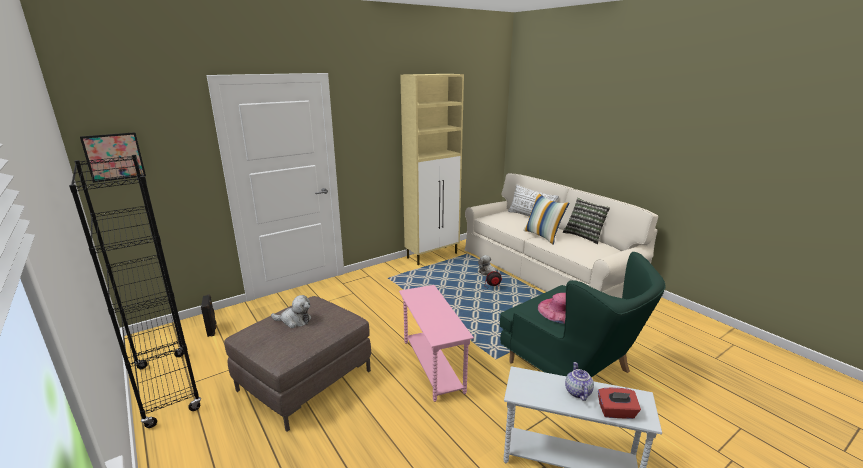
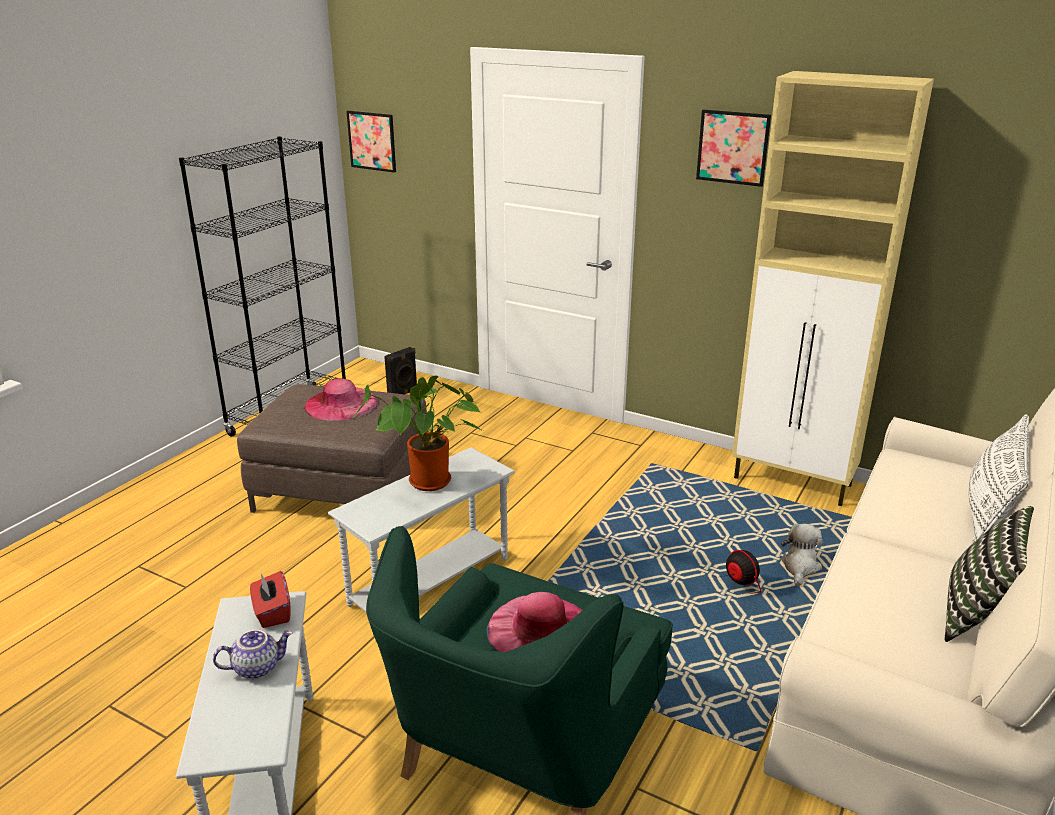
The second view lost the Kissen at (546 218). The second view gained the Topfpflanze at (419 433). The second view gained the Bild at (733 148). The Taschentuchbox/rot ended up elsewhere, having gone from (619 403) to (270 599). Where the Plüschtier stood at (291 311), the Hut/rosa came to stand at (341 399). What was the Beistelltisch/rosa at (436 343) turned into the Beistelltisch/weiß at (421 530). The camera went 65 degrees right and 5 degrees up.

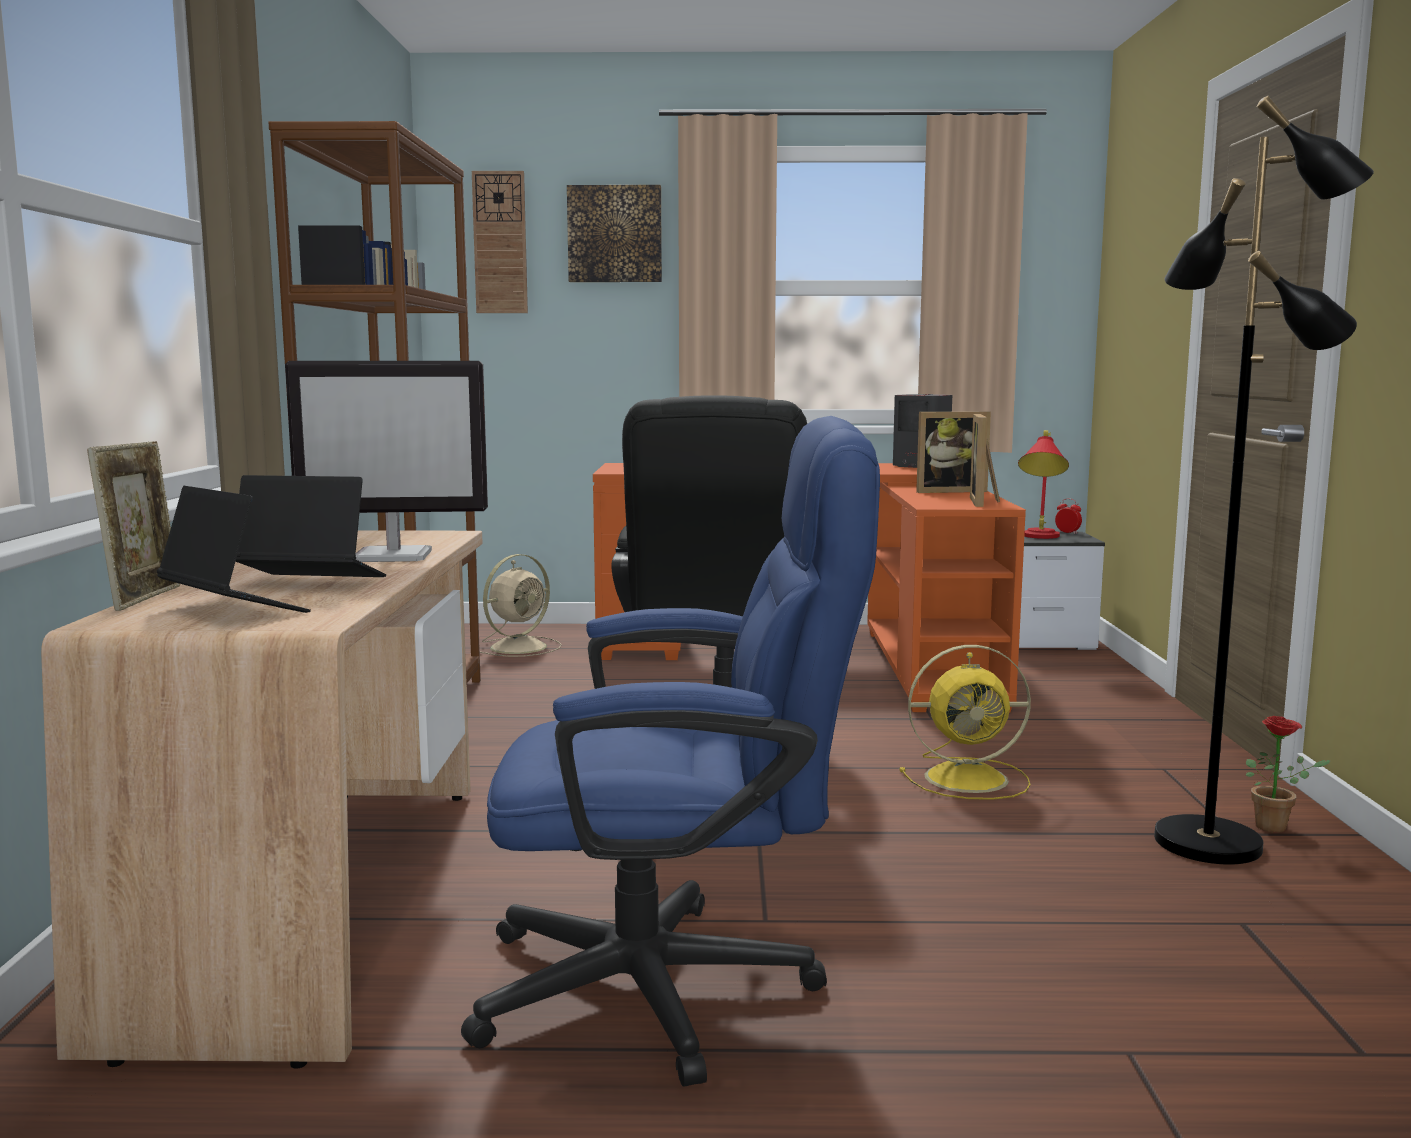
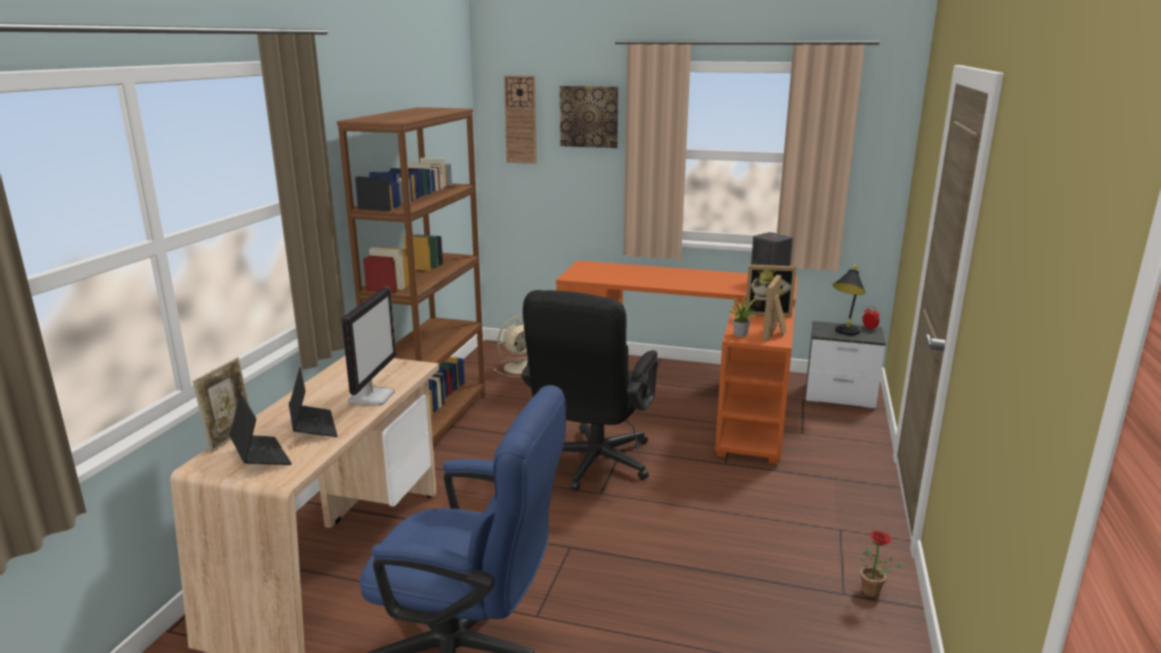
The second view lost the Ventilator/gelb at (965 722). The second view lost the Stehlampe/schwarz at (1264 480). The second view gained the Topfpflanze at (741 317). What was the Tischlampe/rot at (1043 484) turned into the Tischlampe/schwarz at (849 300). The Laptop at (311 526) ended up facing another way, 45 degrees clockwise from before. The Monitor at (386 461) ended up facing another way, 90 degrees counterclockwise from before. The camera went 15 degrees right and 10 degrees up.

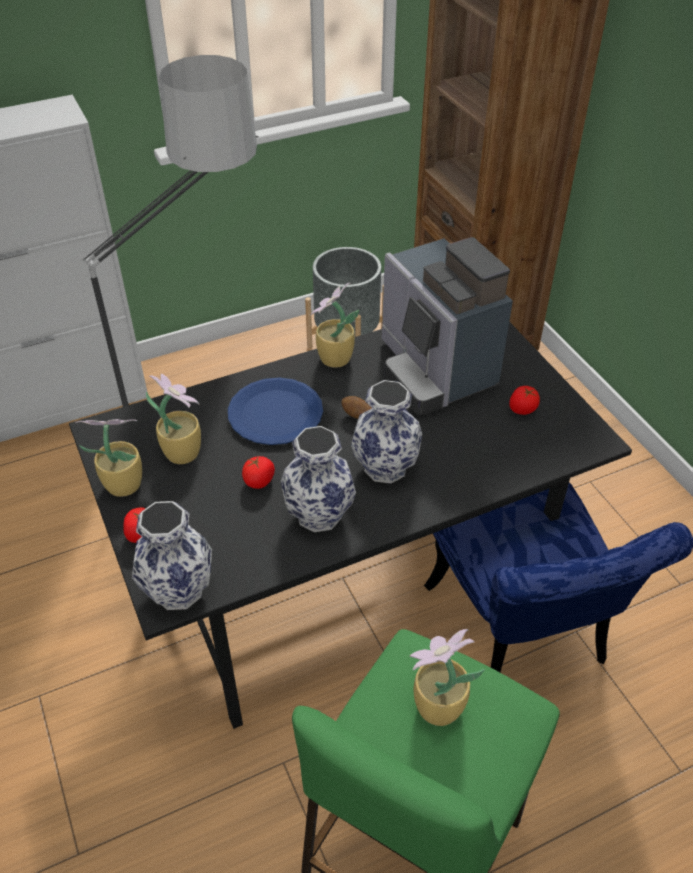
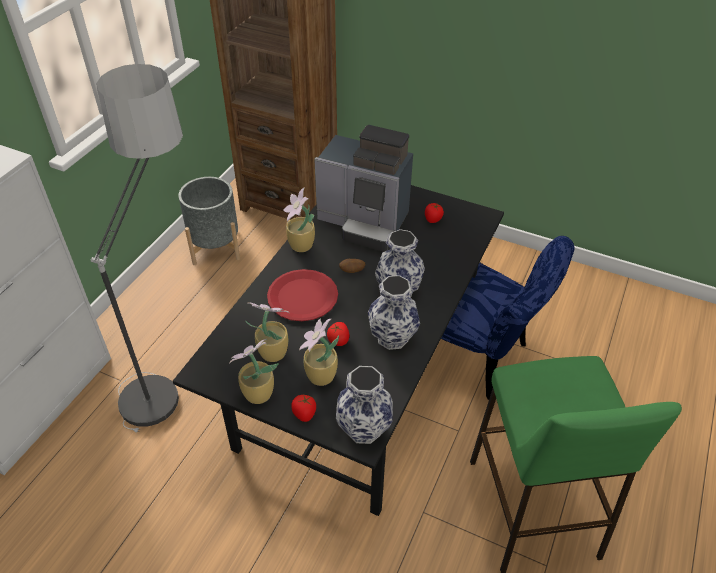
The Topfpflanze ended up elsewhere, having gone from (447 677) to (319 352). What was the Teller/blau at (275 411) turned into the Teller/rot at (302 295). The camera went 40 degrees left and 0 degrees up.

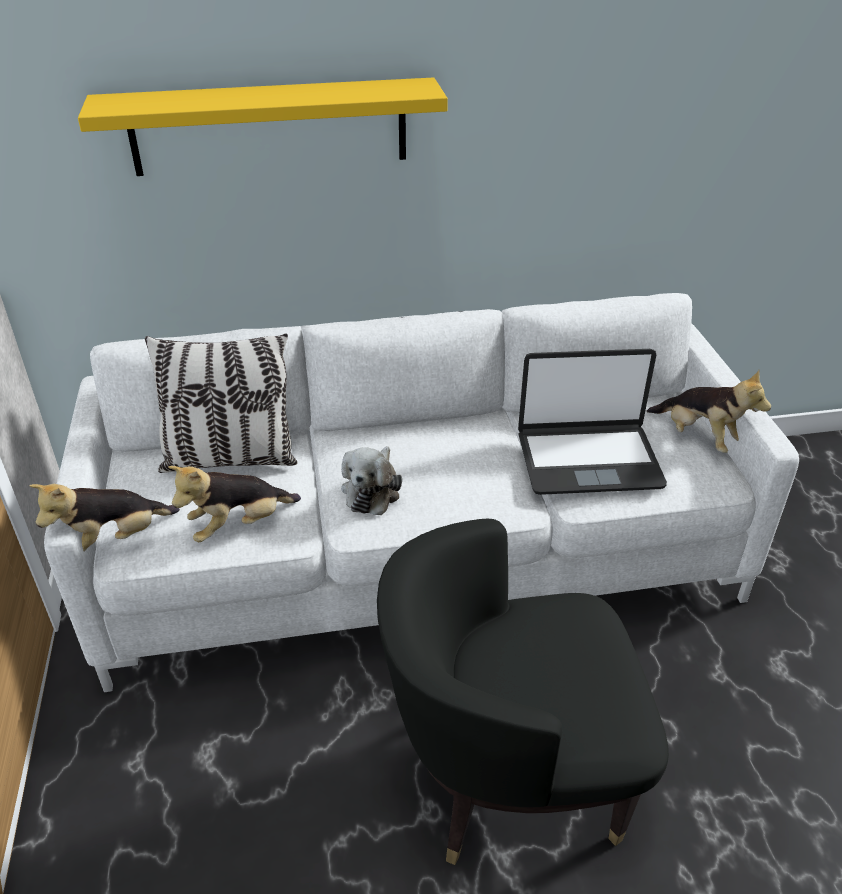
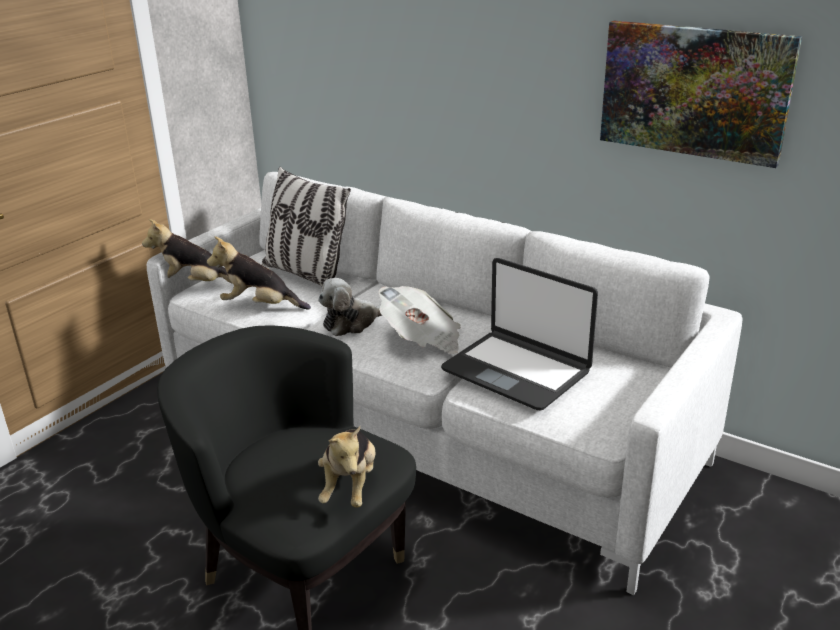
The second view lost the Wandregal/gelb at (263 126). The second view gained the Zeitung at (420 320). The second view gained the Bild at (701 94). The Plüschtier ended up elsewhere, having gone from (709 411) to (347 467). The camera went 45 degrees right and 10 degrees down.

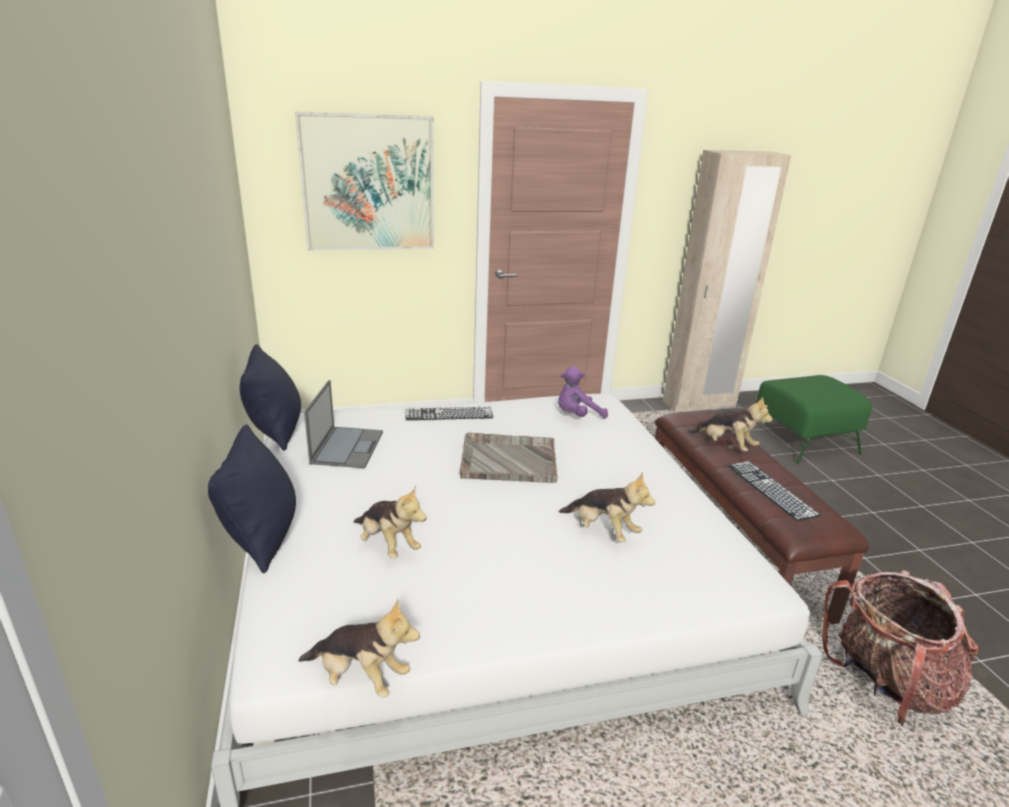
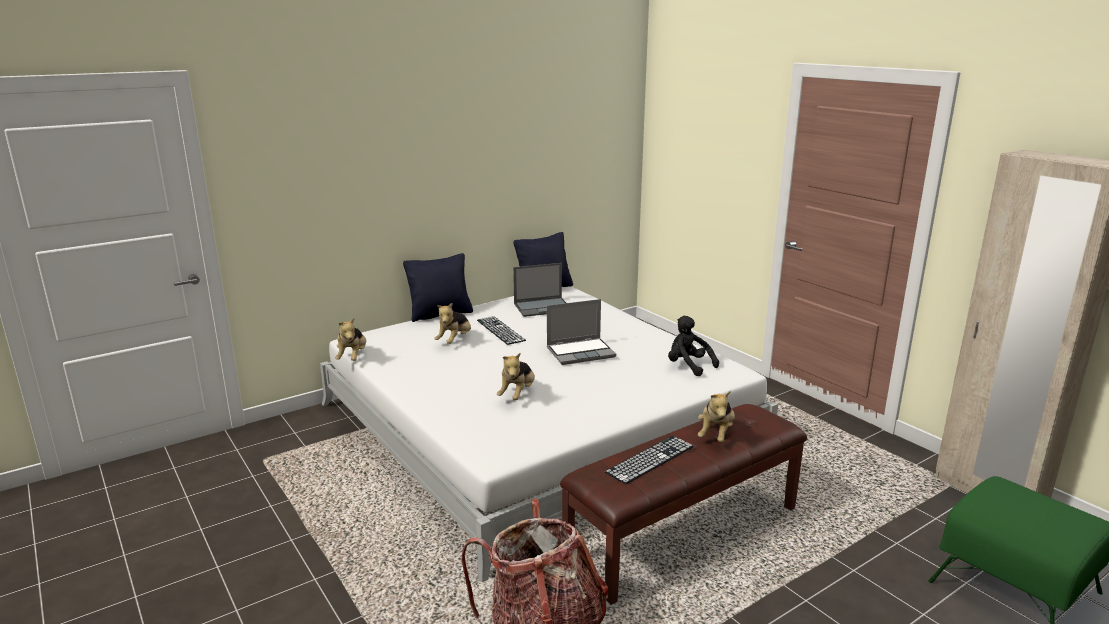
The second view lost the Bild at (364 181). The Tastatur ended up elsewhere, having gone from (449 413) to (501 330). Where the Tablett/grau stood at (508 458), the Laptop came to stand at (581 332). What was the Plüschtier/lila at (583 392) turned into the Plüschtier/schwarz at (693 346). The camera went 70 degrees right and 5 degrees down.

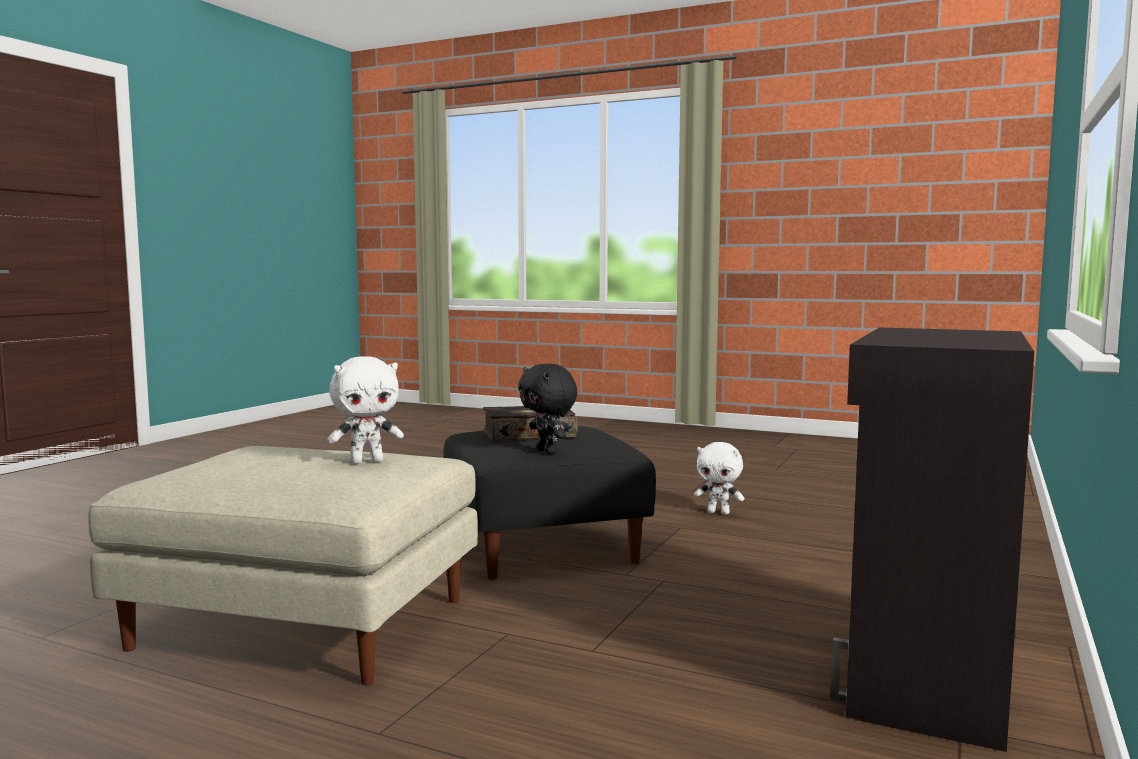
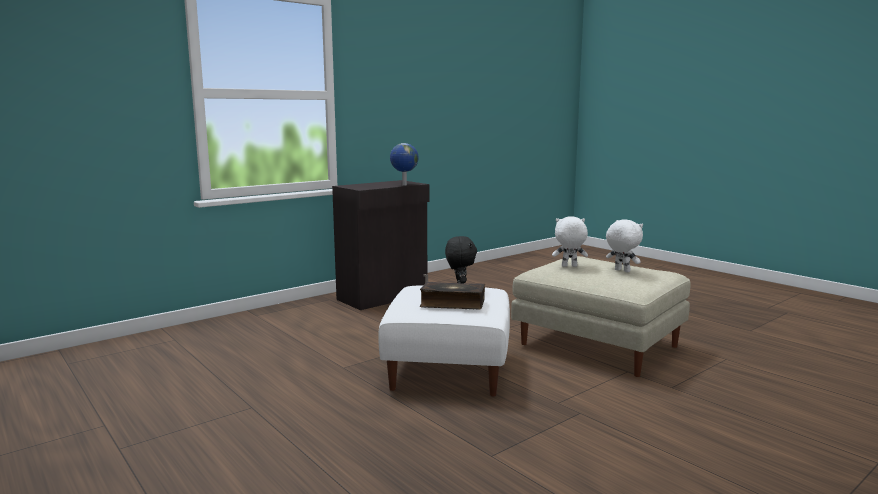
The second view gained the Globus at (404 164). The Plüschtier/weiß ended up elsewhere, having gone from (719 478) to (624 246). What was the Polsterhocker/schwarz at (549 503) turned into the Polsterhocker/weiß at (444 340). The camera went 155 degrees left and 5 degrees up.

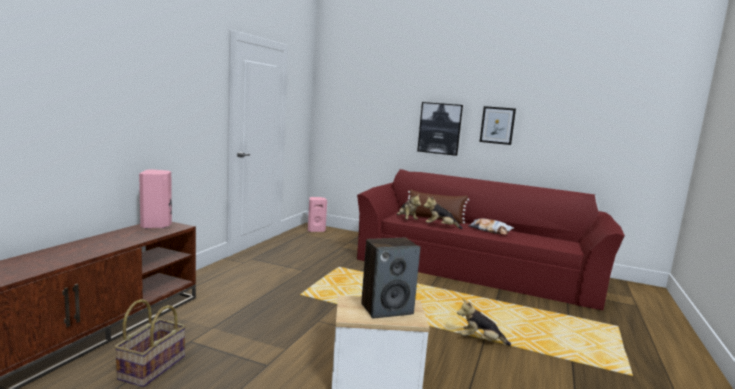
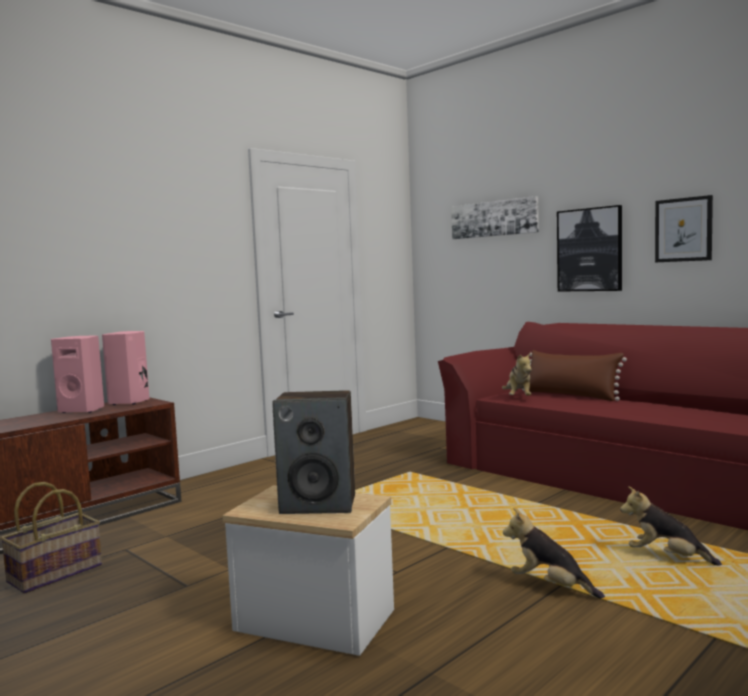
The second view lost the Kissen at (491 226). The second view gained the Bild at (495 217). The Lautsprecher/rosa ended up elsewhere, having gone from (317 214) to (77 374). The Plüschtier ended up elsewhere, having gone from (443 212) to (671 526). The camera went 25 degrees right and 5 degrees down.

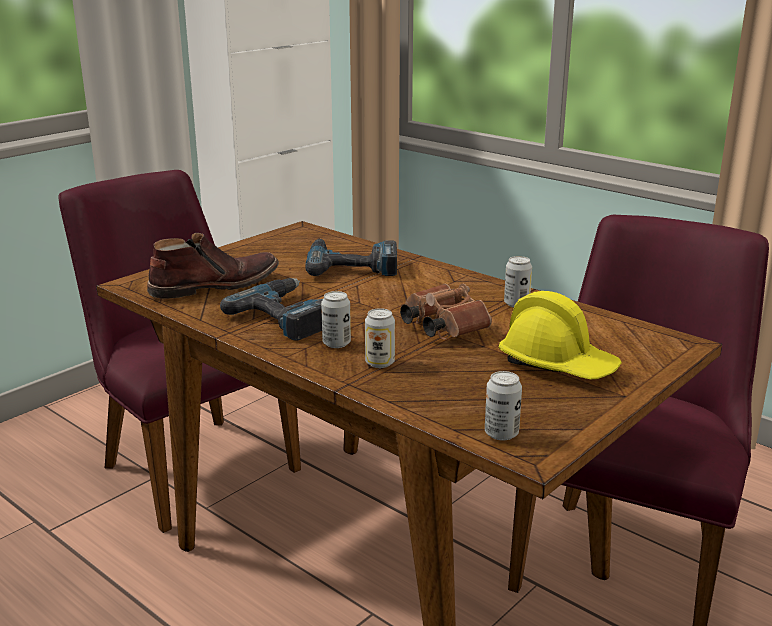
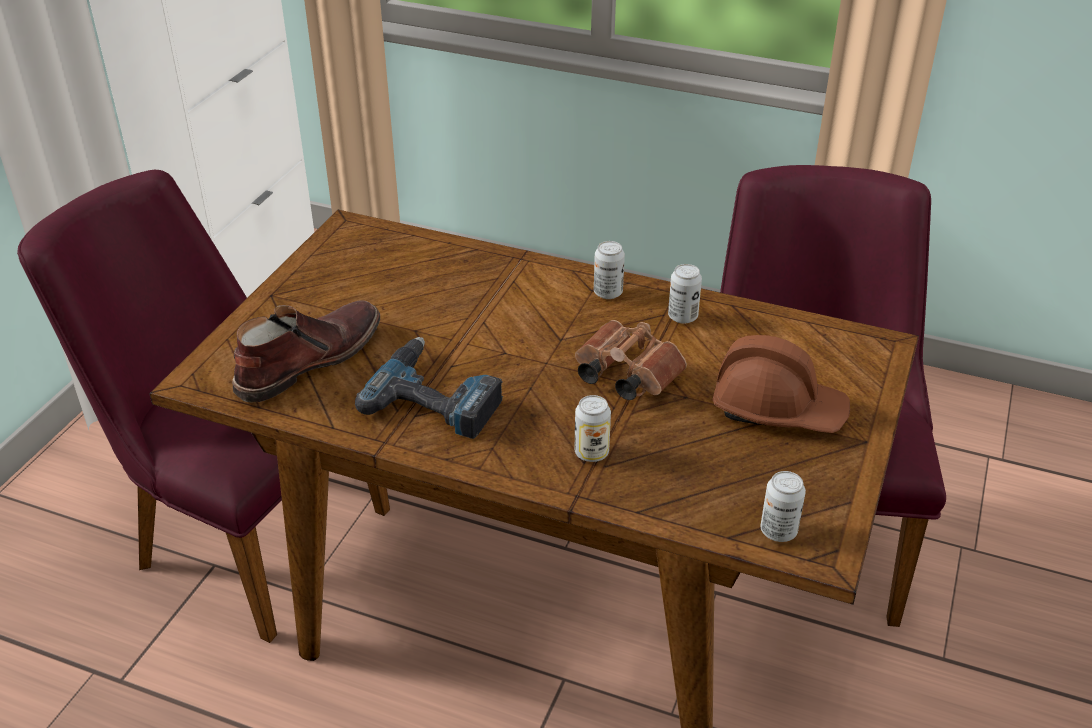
The second view lost the Bohrmaschine at (351 257). The Dose ended up elsewhere, having gone from (336 319) to (609 270). What was the Schutzhelm/gelb at (560 335) turned into the Schutzhelm/braun at (781 384). The camera went 20 degrees left and 15 degrees up.

